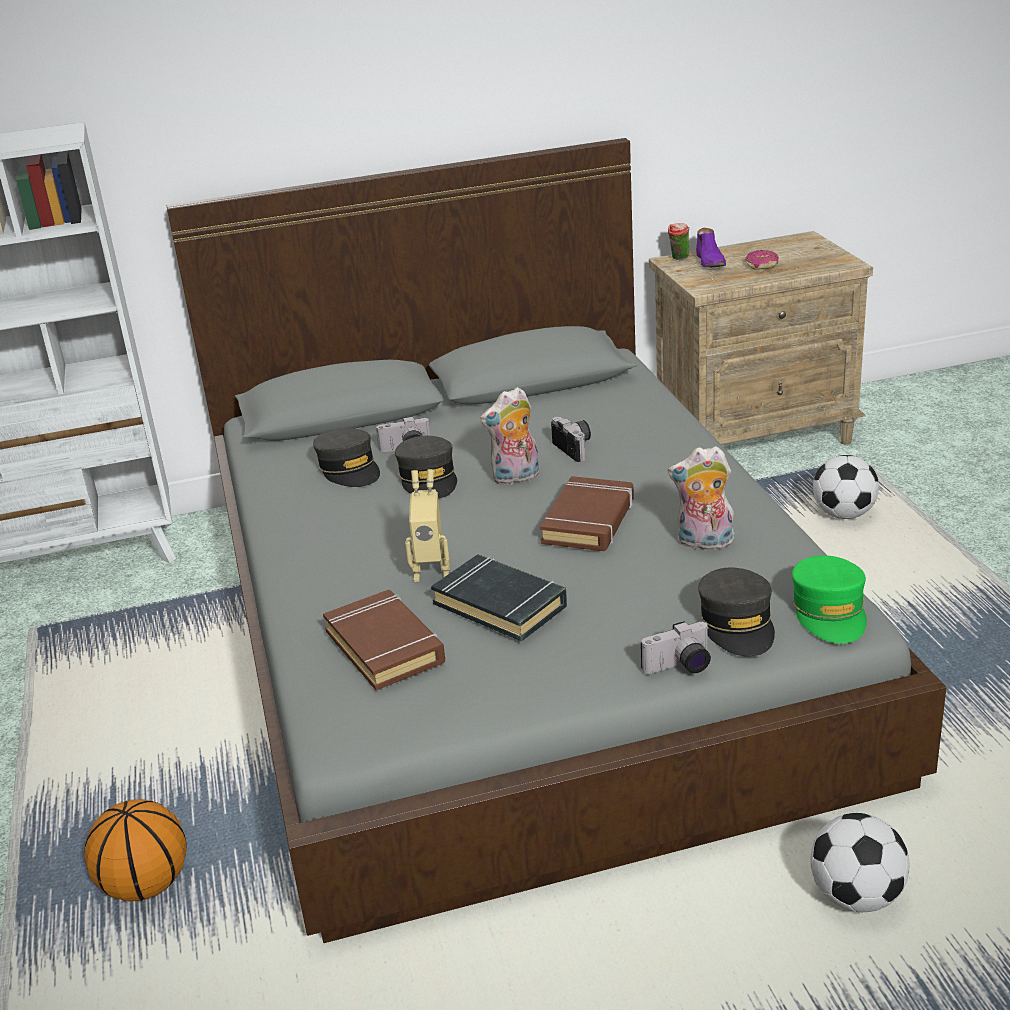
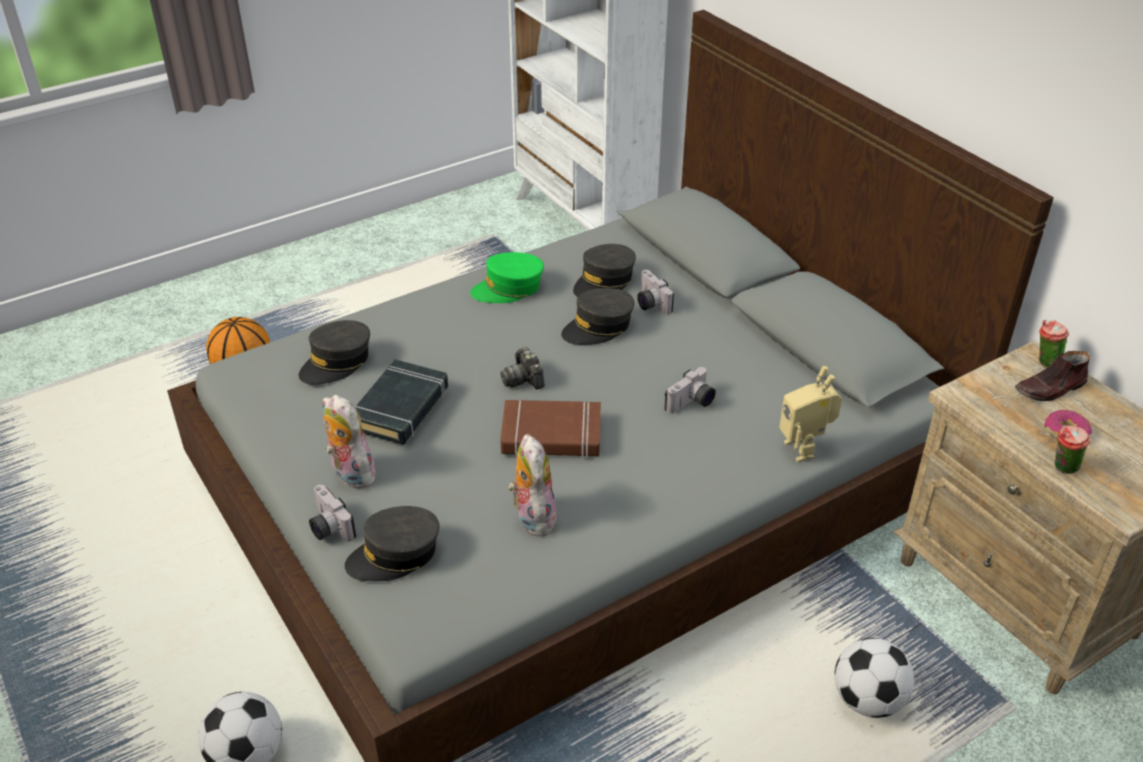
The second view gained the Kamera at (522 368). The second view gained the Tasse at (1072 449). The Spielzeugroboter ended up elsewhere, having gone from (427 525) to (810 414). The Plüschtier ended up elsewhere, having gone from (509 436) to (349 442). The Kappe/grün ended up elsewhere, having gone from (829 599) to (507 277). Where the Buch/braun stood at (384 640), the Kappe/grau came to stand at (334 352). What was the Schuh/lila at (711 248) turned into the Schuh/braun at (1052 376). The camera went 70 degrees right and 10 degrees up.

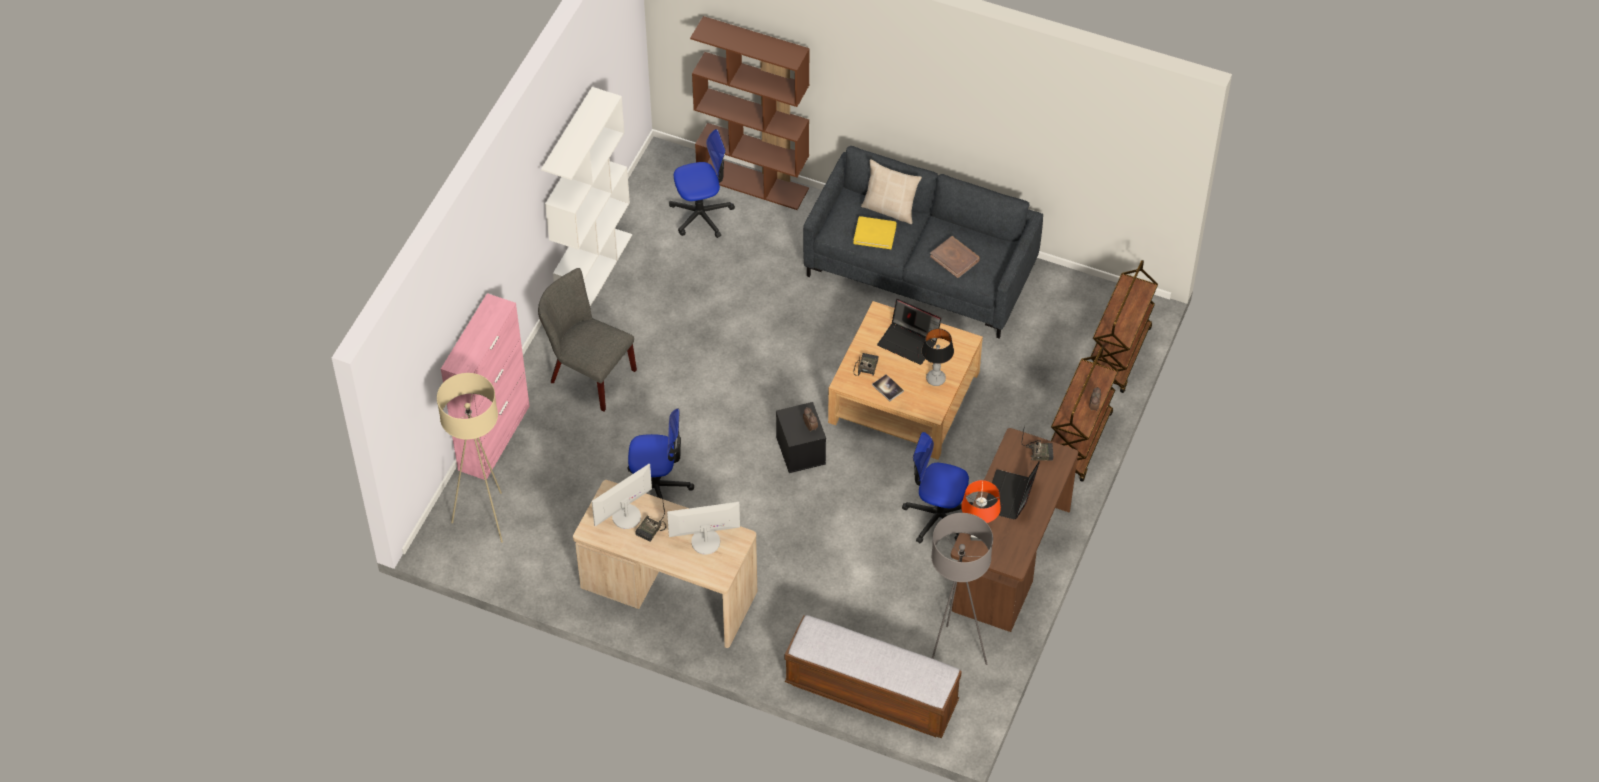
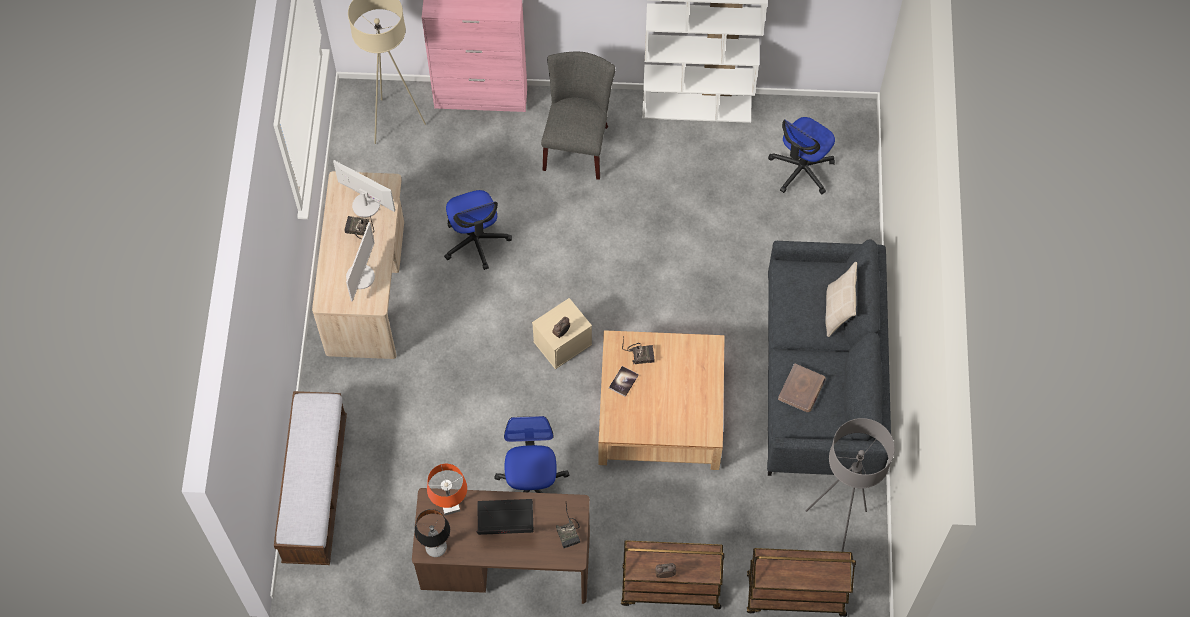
The second view lost the Bücherregal/braun at (750 113). The second view lost the Buch/gelb at (874 232). The second view lost the Laptop at (909 332). The Tischlampe ended up elsewhere, having gone from (937 357) to (432 533). The Stehlampe/grau ended up elsewhere, having gone from (962 589) to (850 485). What was the Aufbewahrungsbox/schwarz at (801 437) turned into the Aufbewahrungsbox/beige at (562 333). The Monitor at (703 528) ended up facing another way, 45 degrees clockwise from before. The Bürostuhl at (702 183) ended up facing another way, 75 degrees clockwise from before. The camera went 70 degrees right and 10 degrees up.

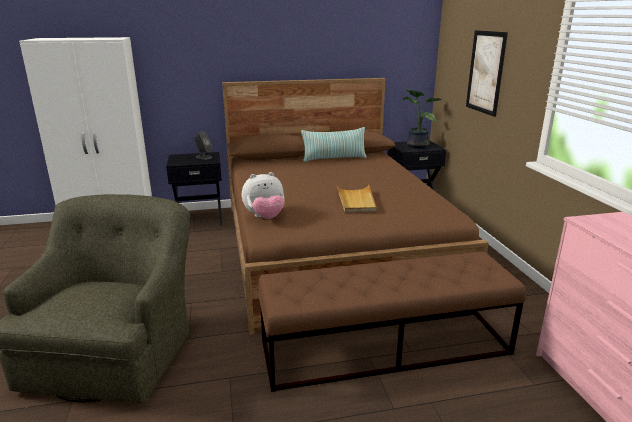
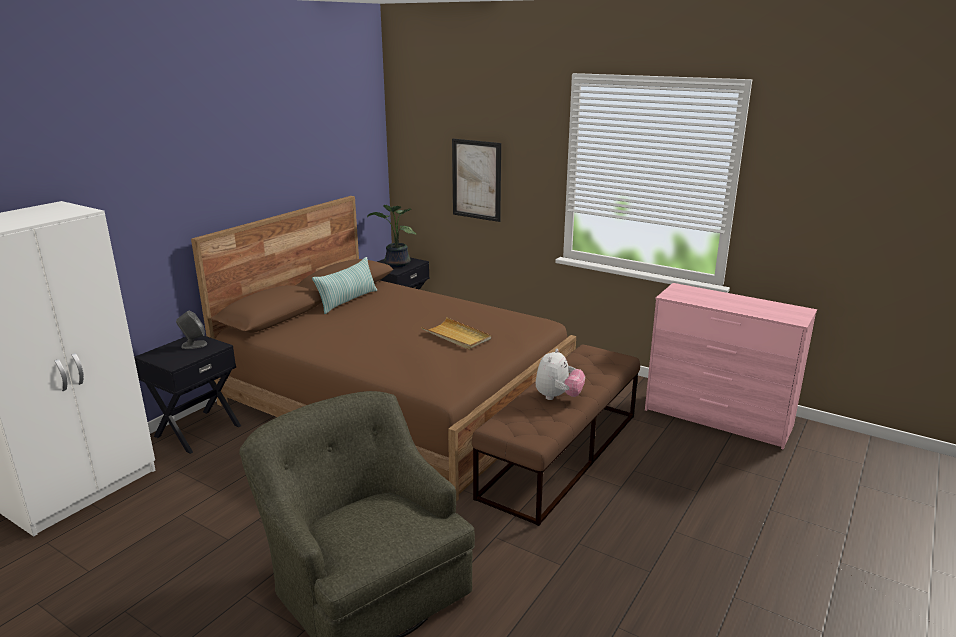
The Plüschtier ended up elsewhere, having gone from (263 195) to (560 374). The camera went 45 degrees left and 0 degrees up.

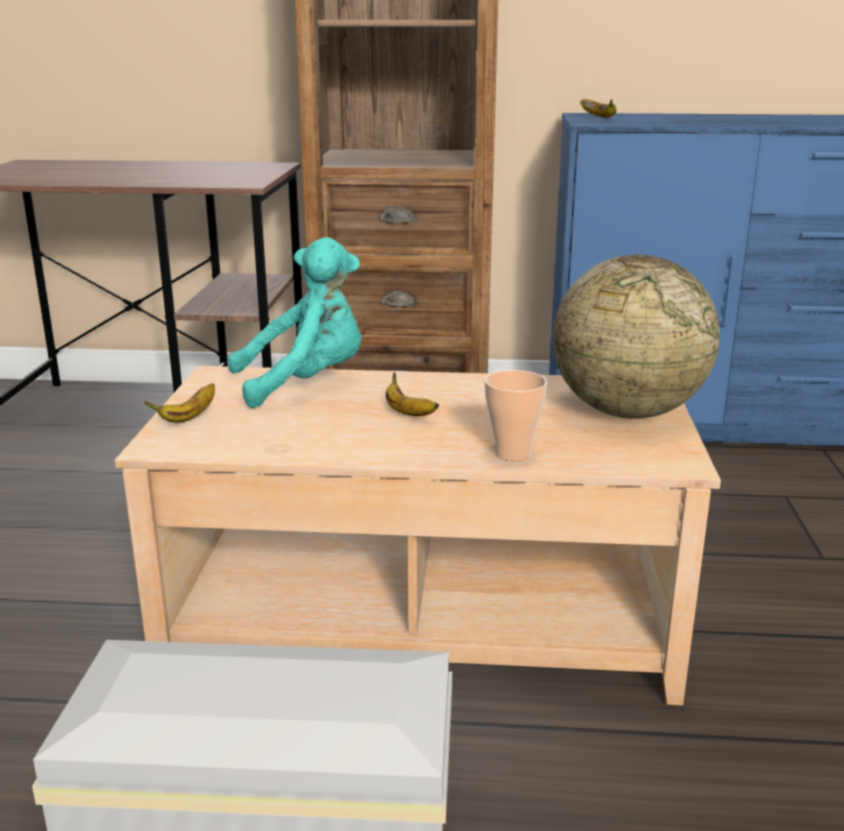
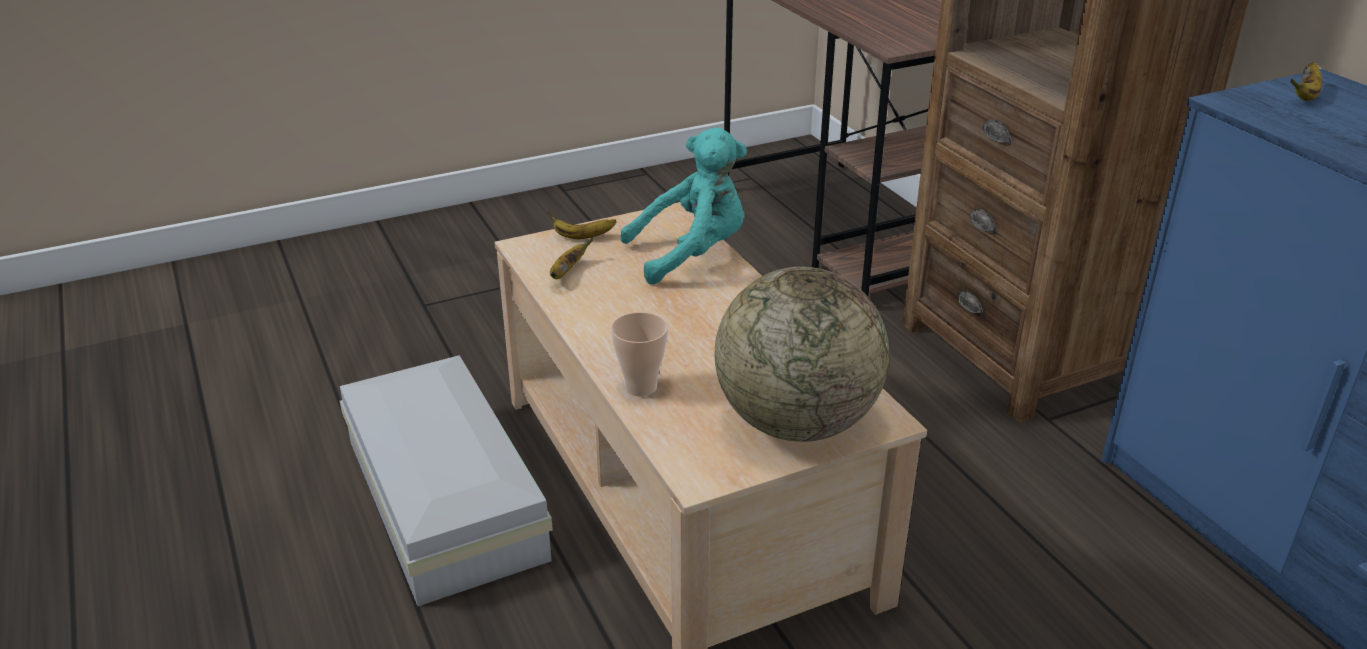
The Banane ended up elsewhere, having gone from (412 394) to (572 258). The Plüschtier/türkis at (295 322) ended up facing another way, 60 degrees counterclockwise from before. The camera went 60 degrees right and 10 degrees up.

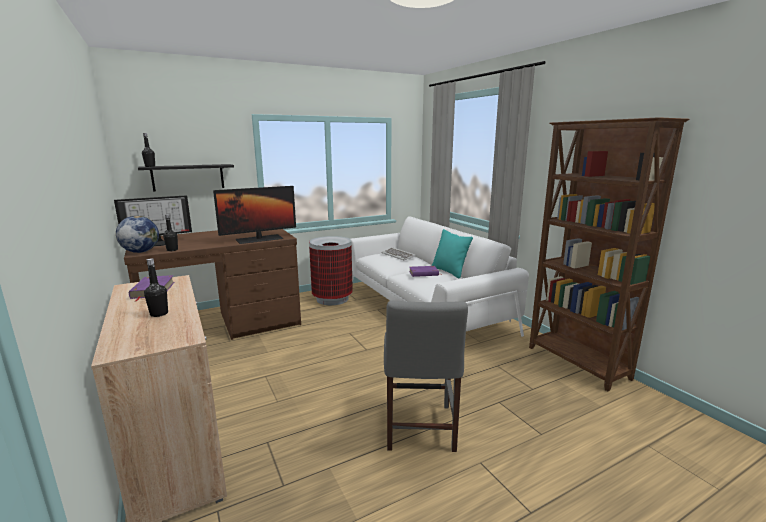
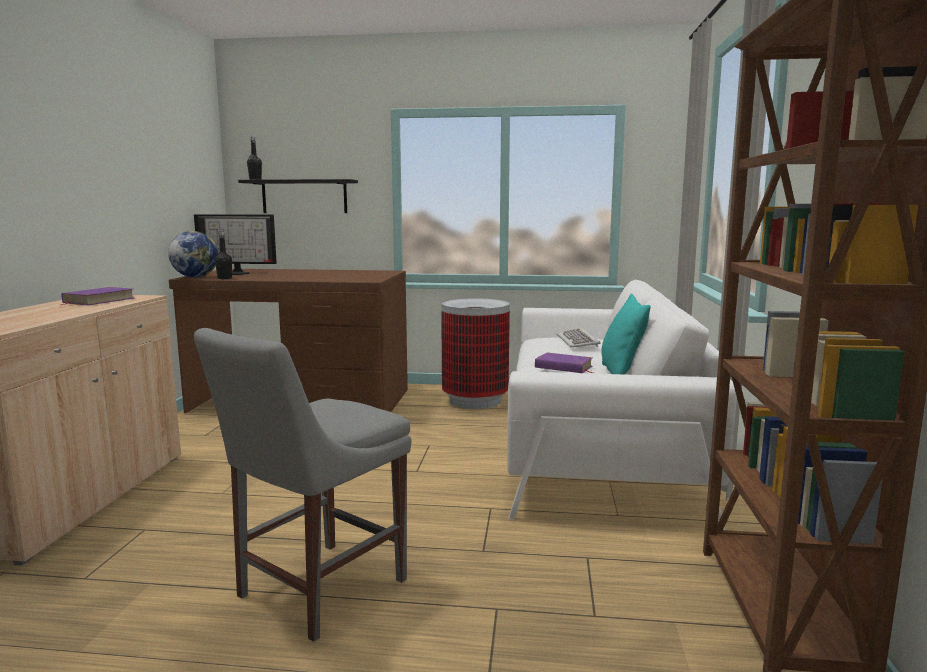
The second view lost the Flasche/schwarz at (156 287). The second view lost the Monitor at (254 215). The camera went 35 degrees right and 5 degrees down.

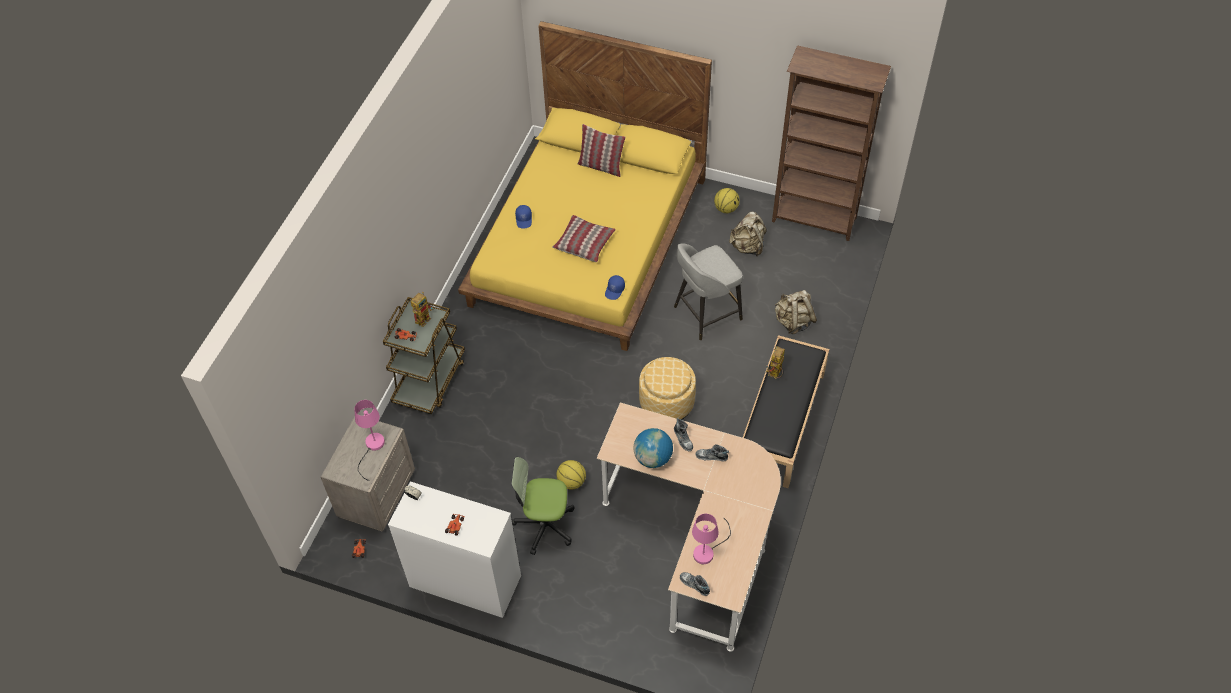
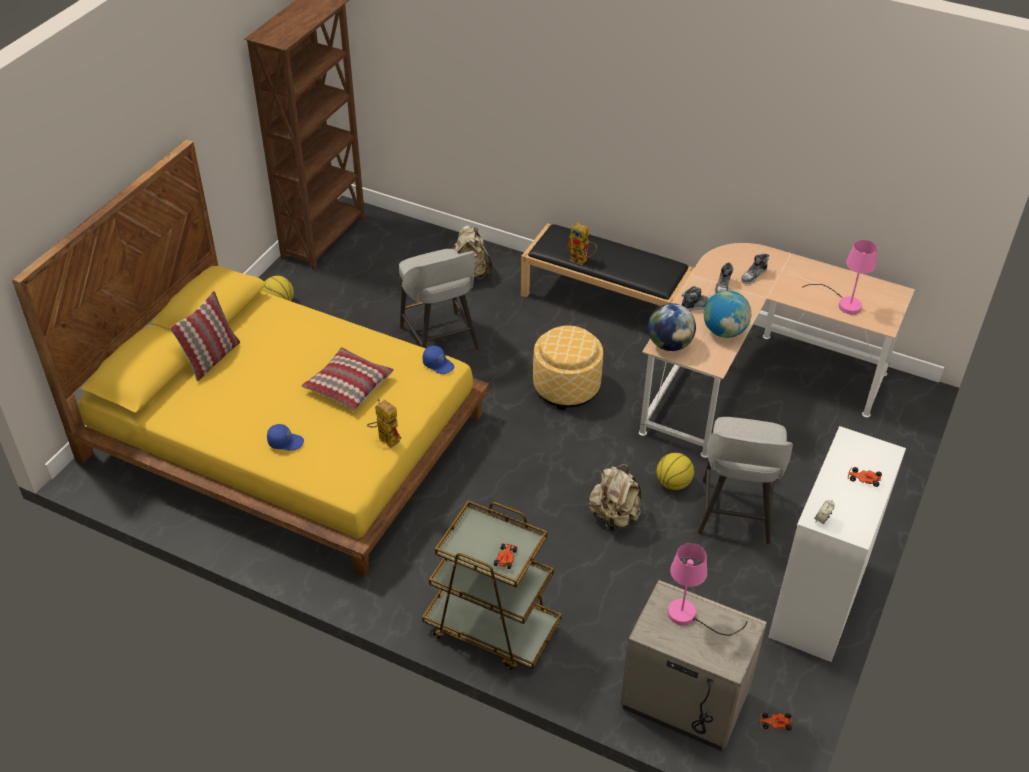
The second view gained the Globus at (672 327). The Spielzeugroboter ended up elsewhere, having gone from (422 309) to (384 423). The Schuh ended up elsewhere, having gone from (695 584) to (755 269). The Rucksack/beige ended up elsewhere, having gone from (748 234) to (614 497). Where the Bürostuhl stood at (543 506), the Hocker/grau came to stand at (745 480). The camera went 85 degrees left and 10 degrees down.

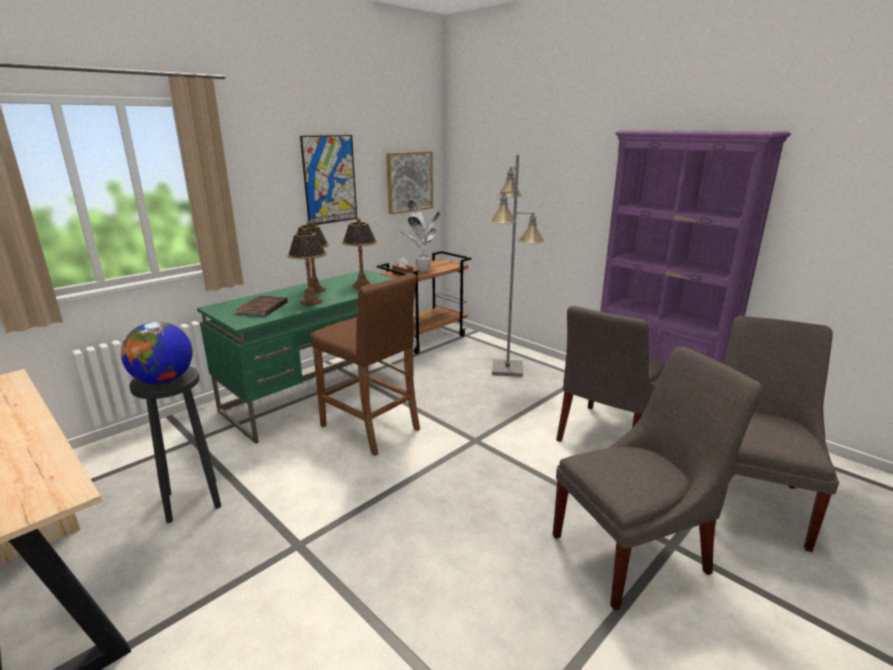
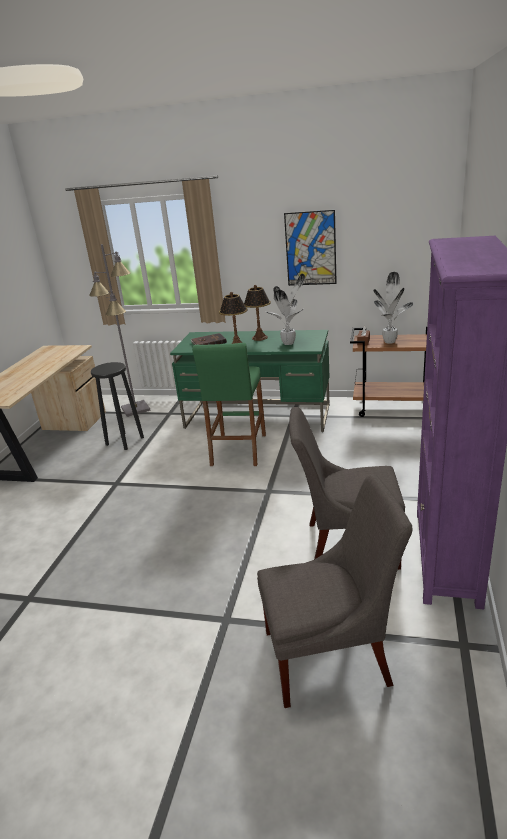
The second view lost the Globus at (157 353). The second view lost the Bild at (409 182). The second view lost the Stuhl/grau at (658 479). The Stehlampe/grau ended up elsewhere, having gone from (517 265) to (120 330). Where the Tischlampe stood at (359 253), the Topfpflanze came to stand at (285 309). What was the Hocker/braun at (365 364) turned into the Hocker/grün at (229 404). The camera went 60 degrees right and 5 degrees up.

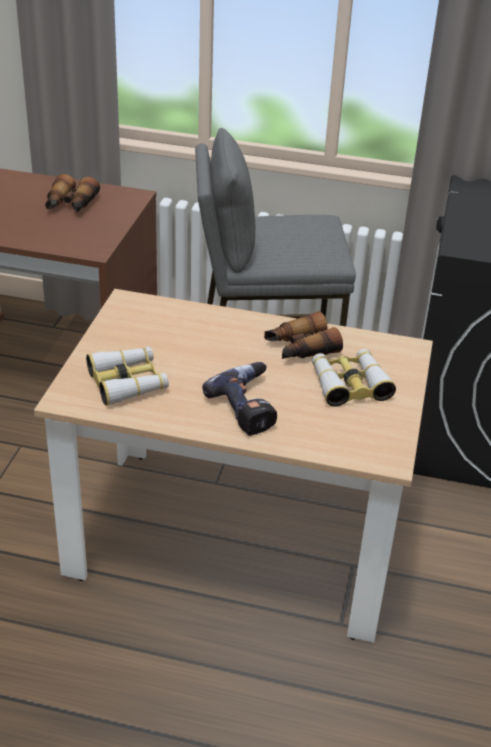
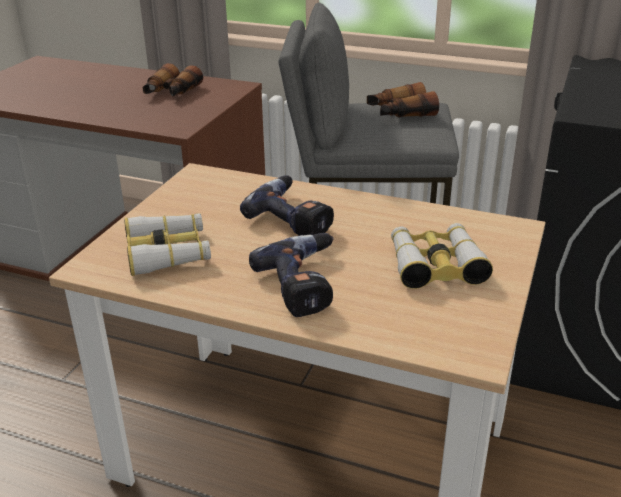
The second view gained the Bohrmaschine at (287 205). The Fernglas ended up elsewhere, having gone from (303 335) to (403 99). The camera went 10 degrees right and 5 degrees down.

